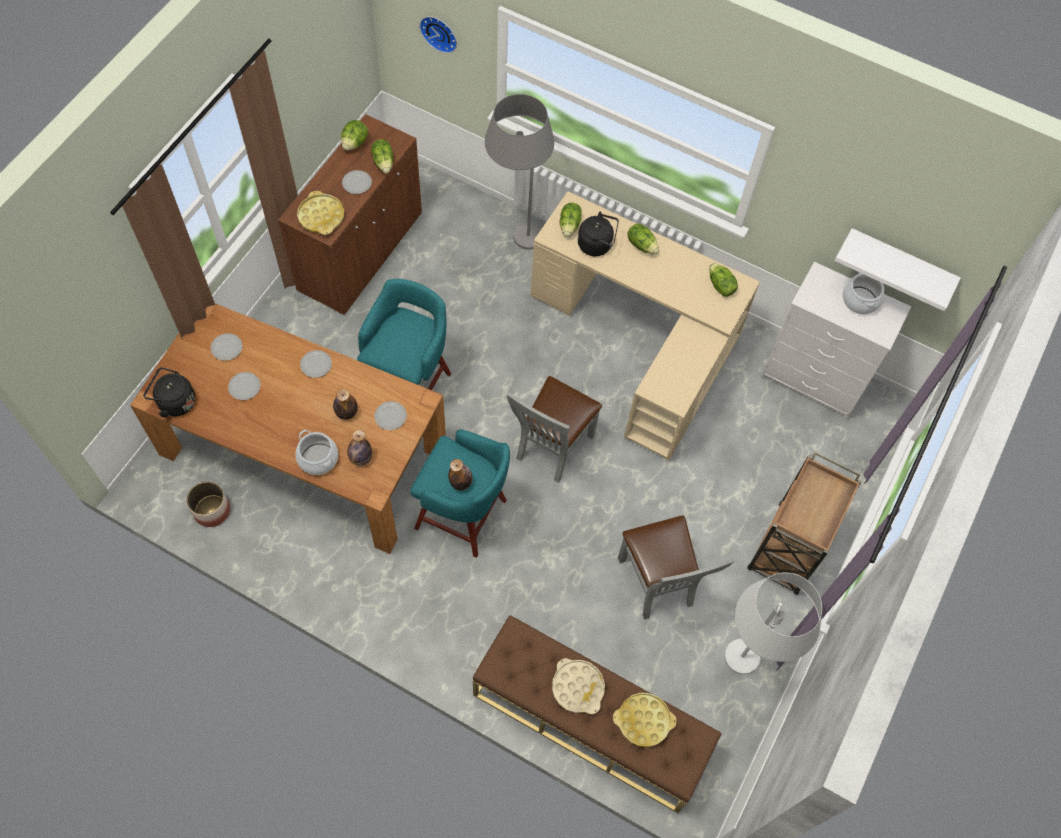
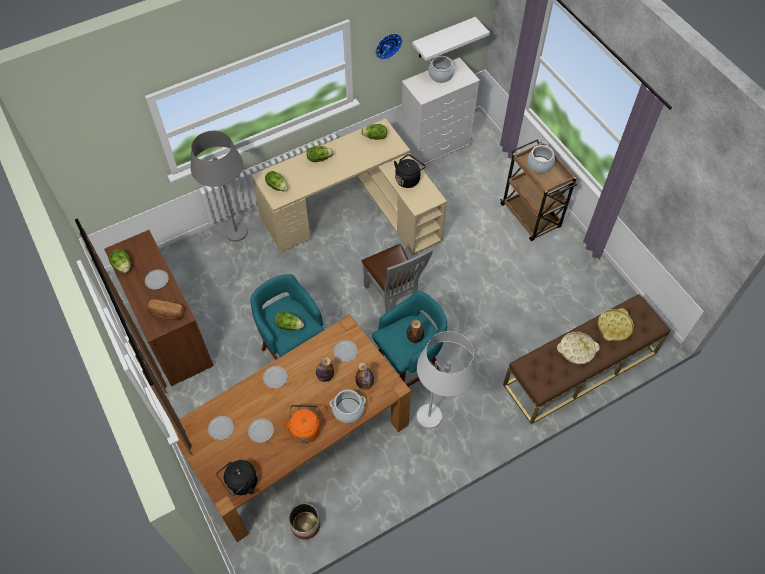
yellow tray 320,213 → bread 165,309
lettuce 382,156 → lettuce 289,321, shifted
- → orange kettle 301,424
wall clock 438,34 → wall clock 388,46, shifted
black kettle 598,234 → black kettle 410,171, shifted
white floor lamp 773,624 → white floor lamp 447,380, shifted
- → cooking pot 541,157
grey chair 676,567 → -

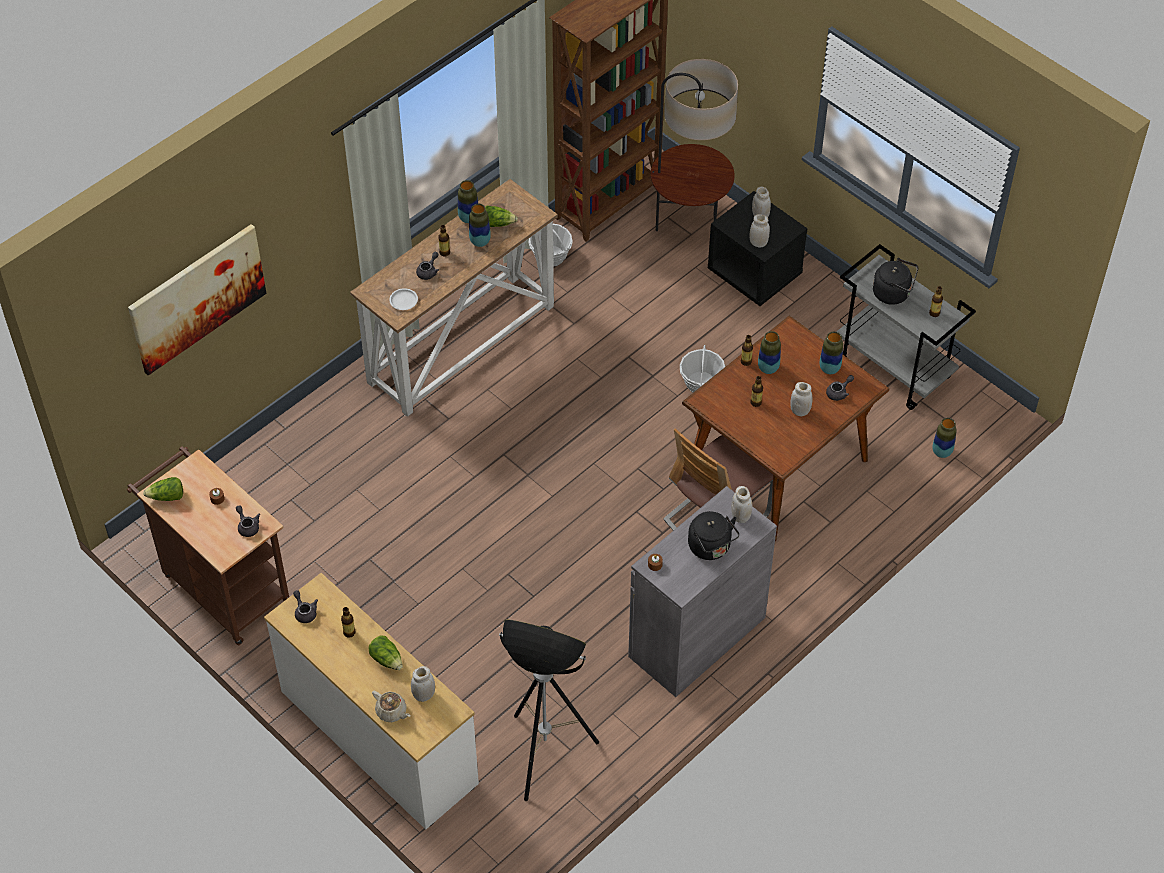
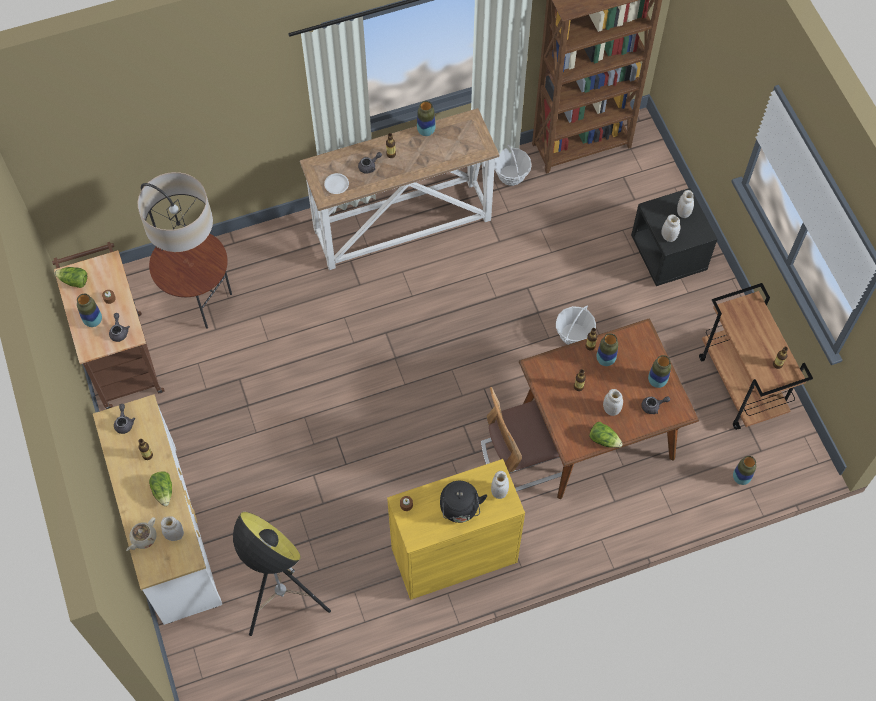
vase 480,225 → vase 89,310, shifted
beige teapot 391,706 → beige teapot 141,534, 60 degrees clockwise
floor lamp 694,145 → floor lamp 185,250, shifted
grey cabinet 702,591 → yellow cabinet 456,529
lettuce 501,216 → lettuce 606,435, shifted
grey cart 906,327 → brown cart 756,356
picture 197,299 → -
black kettle 895,281 → -

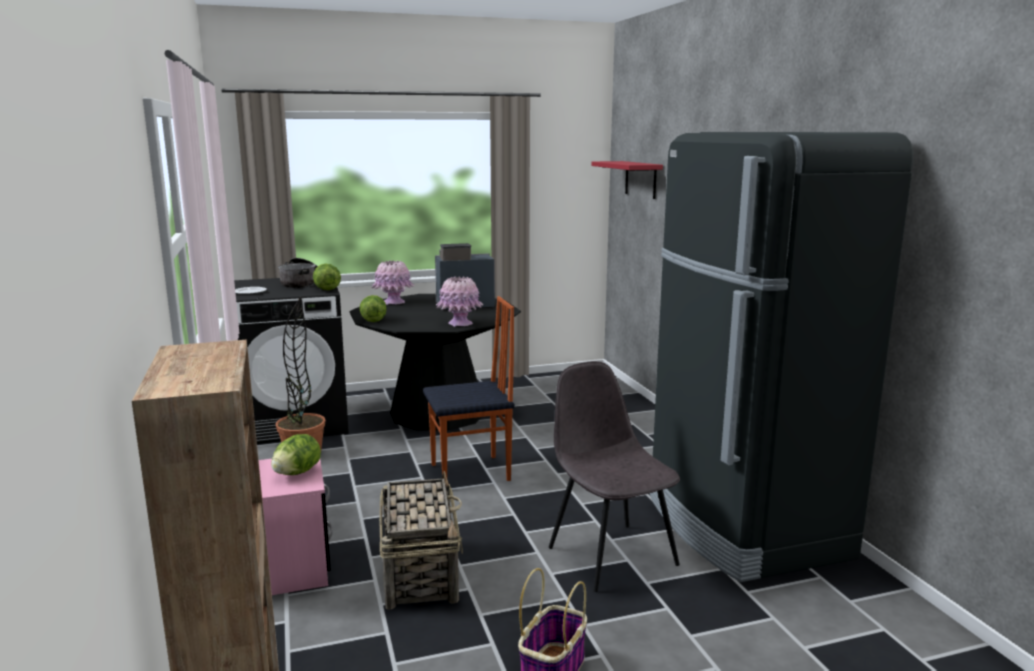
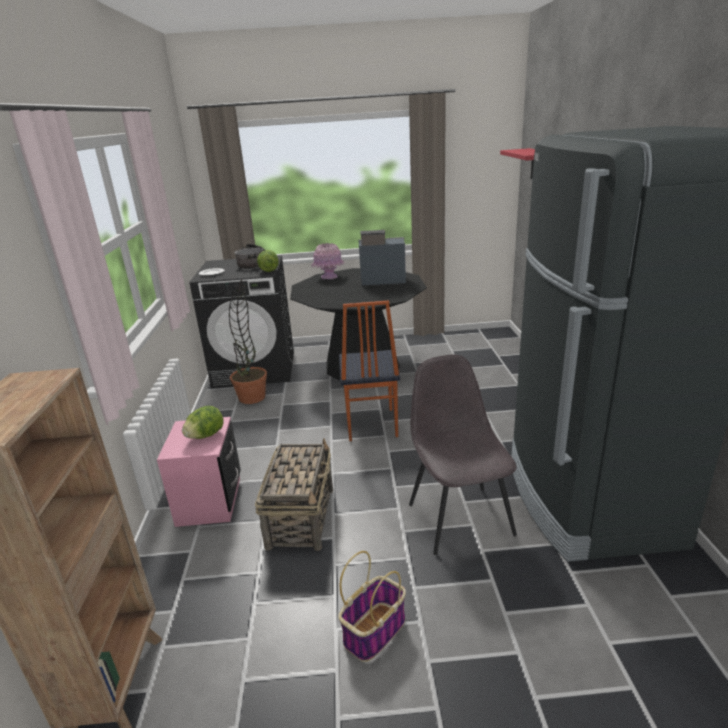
chair 468,388 → chair 369,370, 90 degrees clockwise
lettuce 373,308 → -
pink vase 459,301 → -

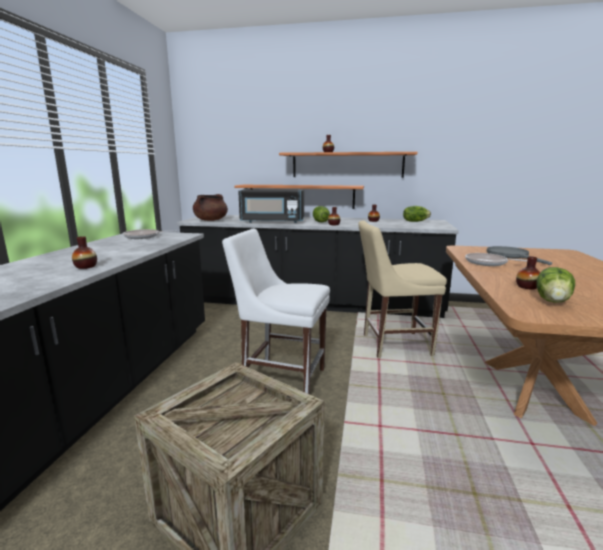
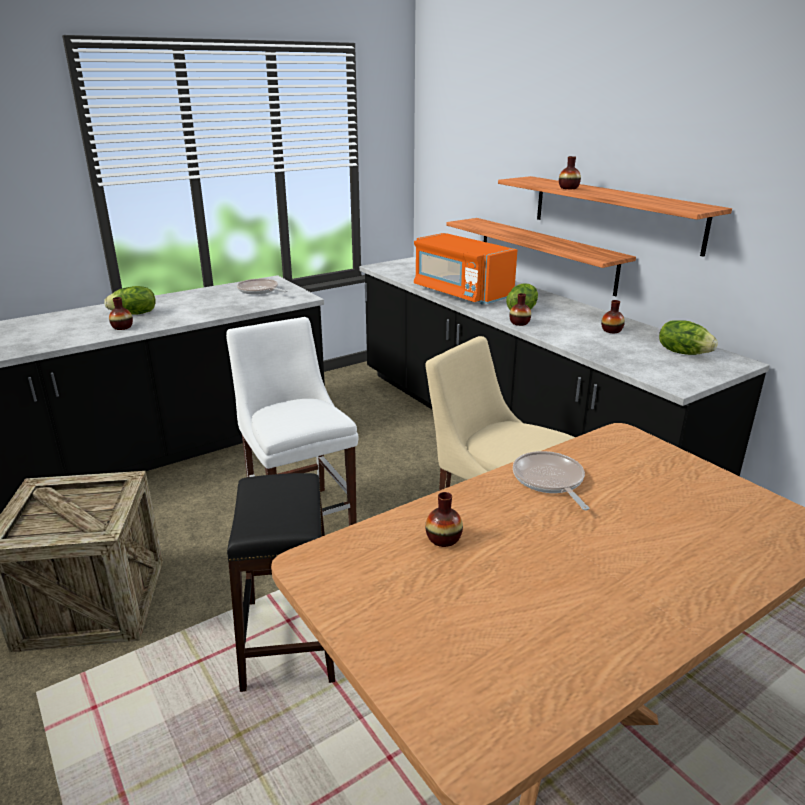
lettuce 555,285 → lettuce 129,300, shifted
- → black stool 281,582
black microwave 271,206 → orange microwave 465,268
brown cooking pot 210,207 → -
grey frying pan 519,255 → -

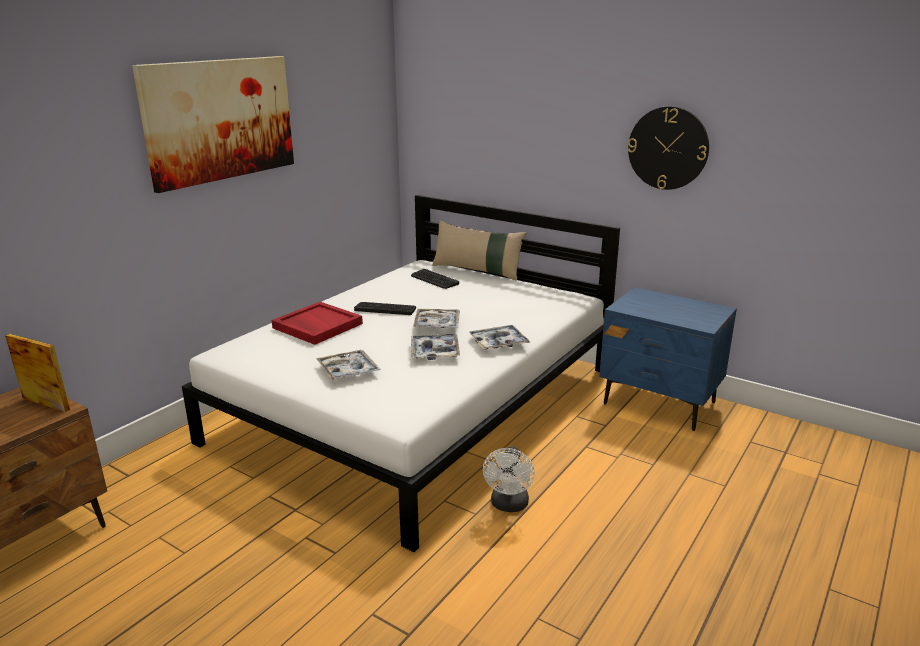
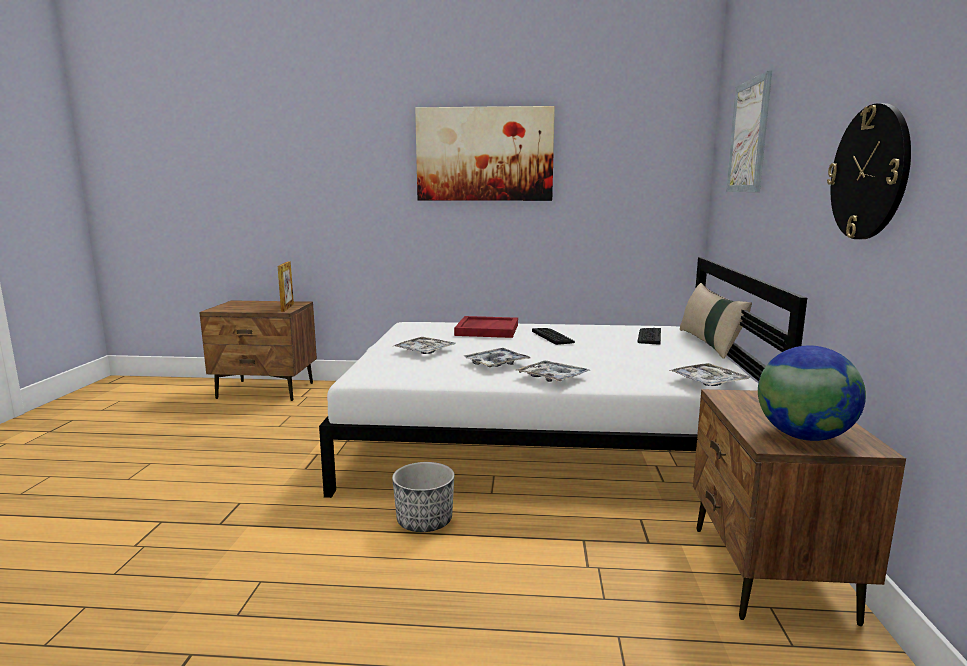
white fan 509,479 → planter 423,497
tray 436,318 → tray 709,374, shifted
blue nightstand 668,359 → brown nightstand 799,507
- → picture 749,131
- → globe 812,393

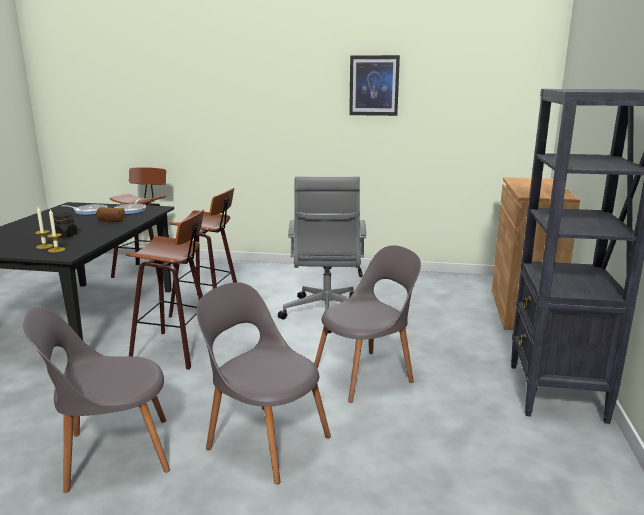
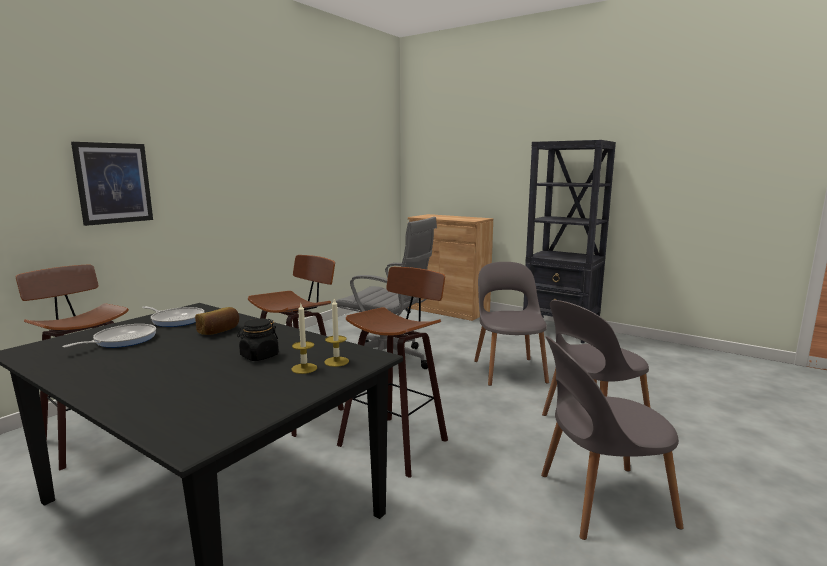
picture 374,85 → picture 112,184, shifted
grey chair 96,399 → grey chair 612,438, 75 degrees clockwise

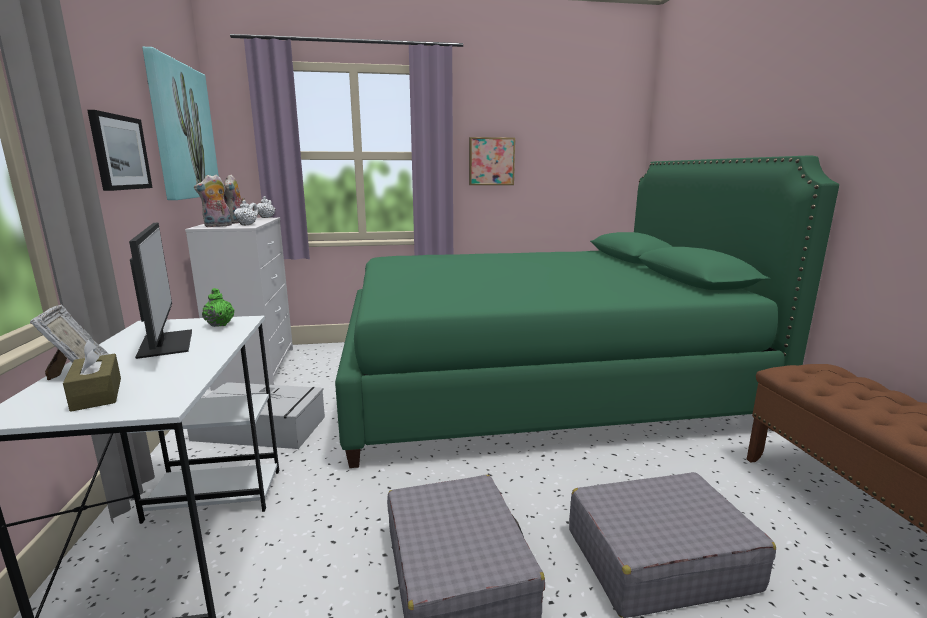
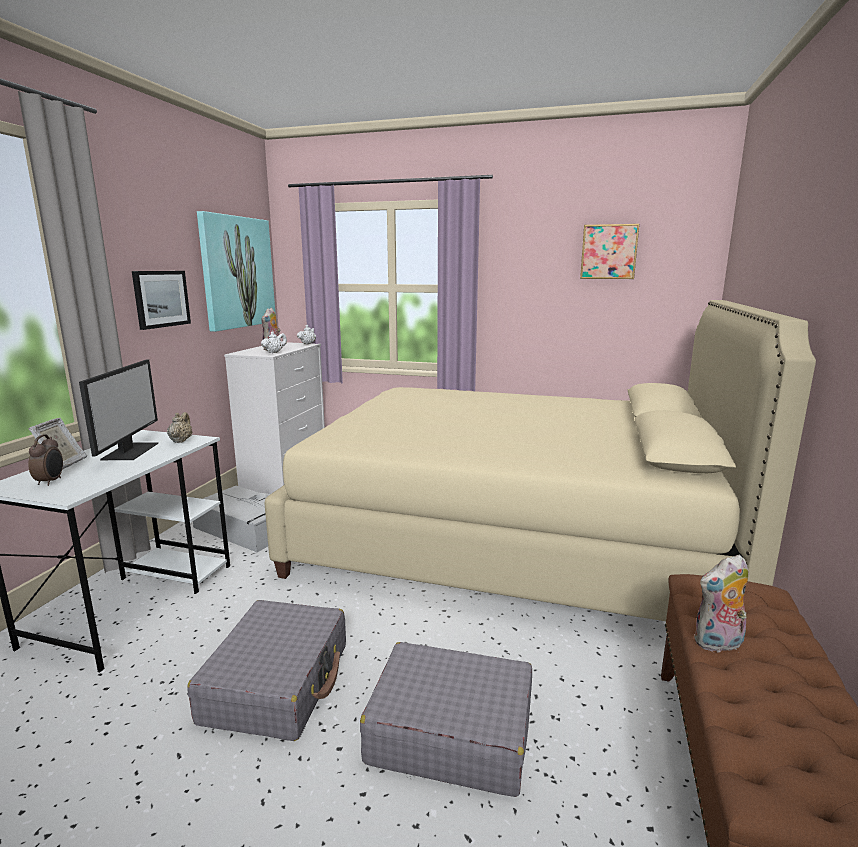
brown tissue box 92,375 → alarm clock 45,460
green teapot 218,307 → beige teapot 180,427
green bed 587,312 → beige bed 540,460
picture 492,161 → picture 609,251, shifted
plush toy 213,201 → plush toy 721,604, shifted

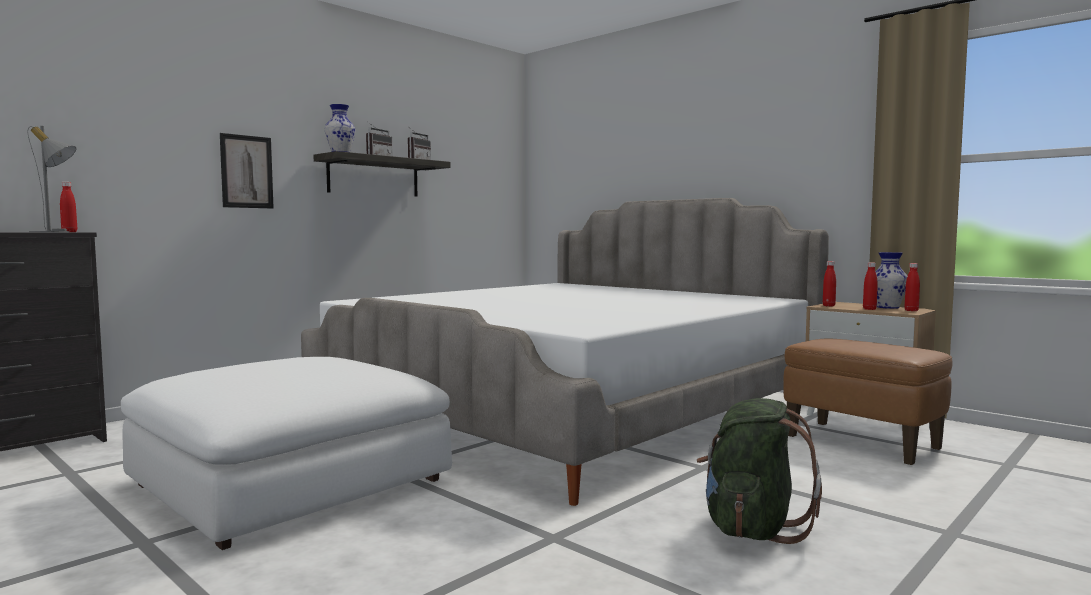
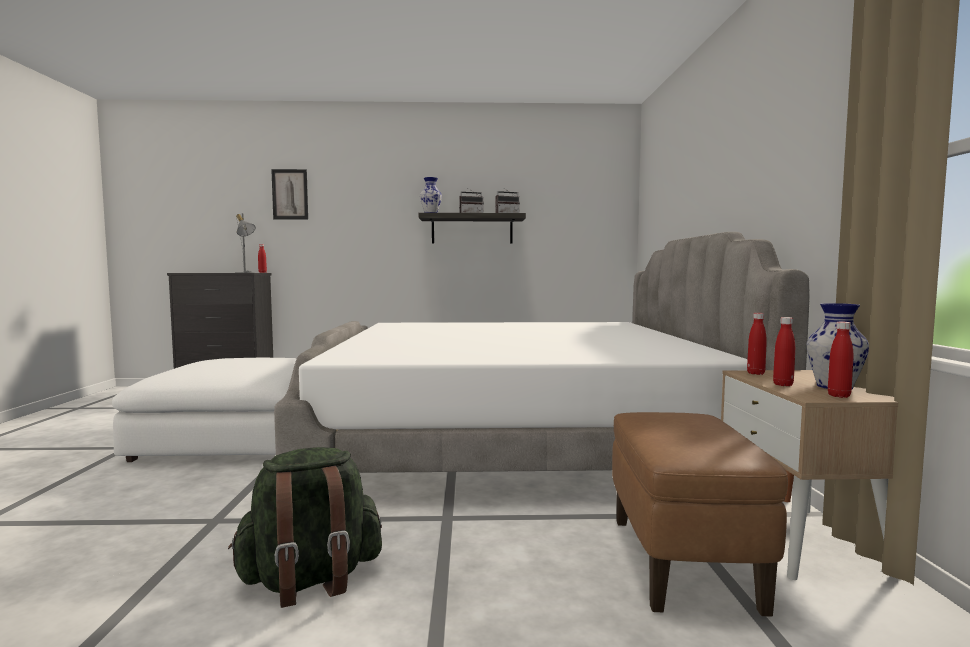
picture 247,171 → picture 289,194, shifted

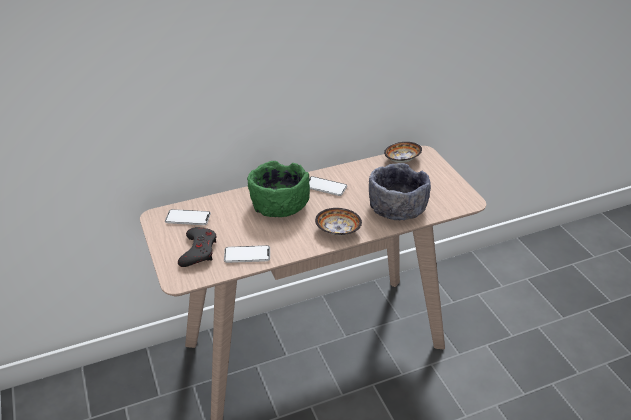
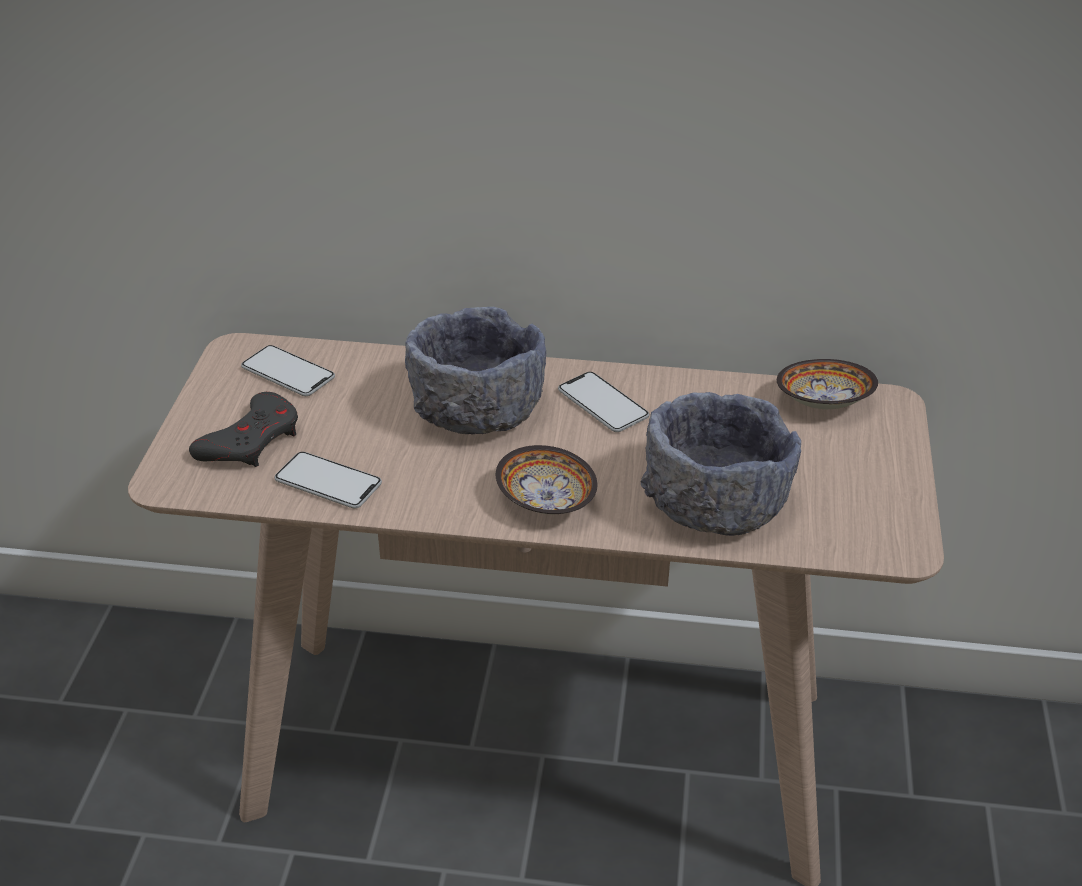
green bowl 278,189 → grey bowl 475,371

